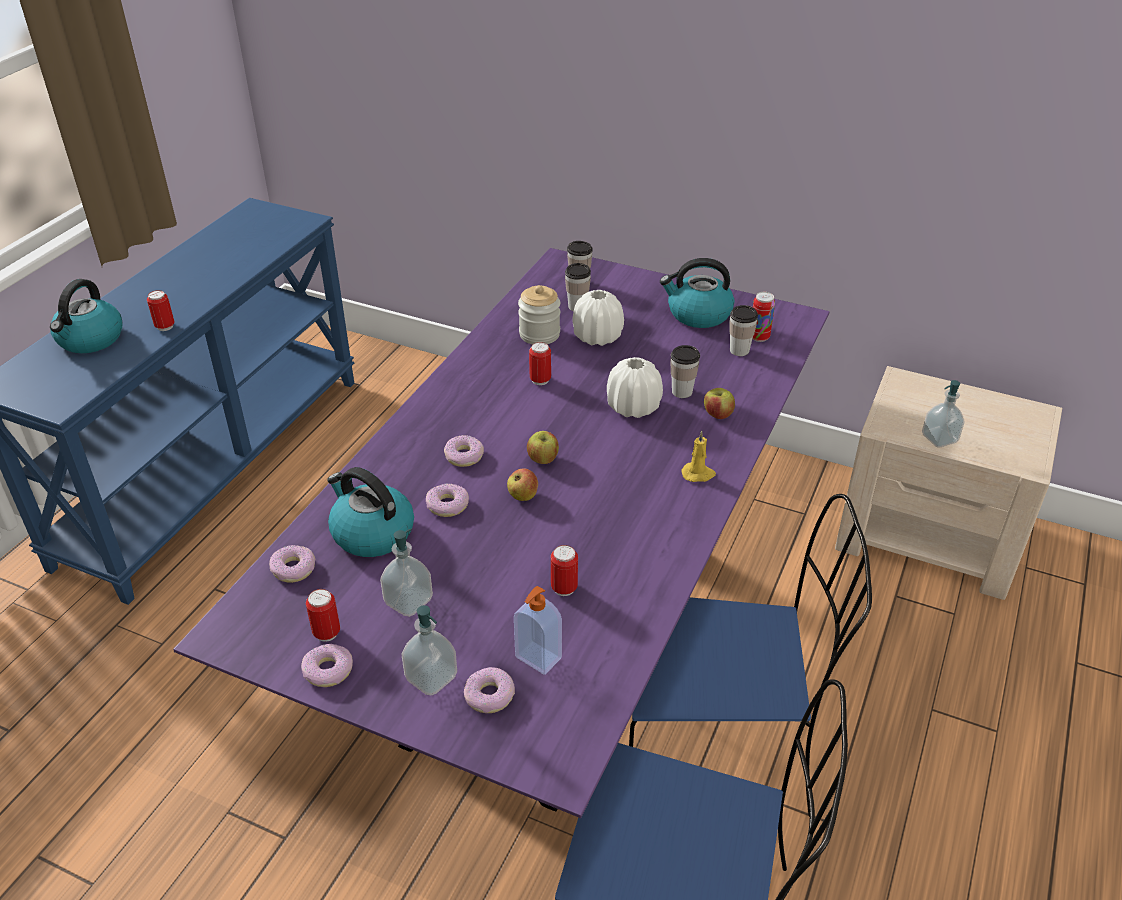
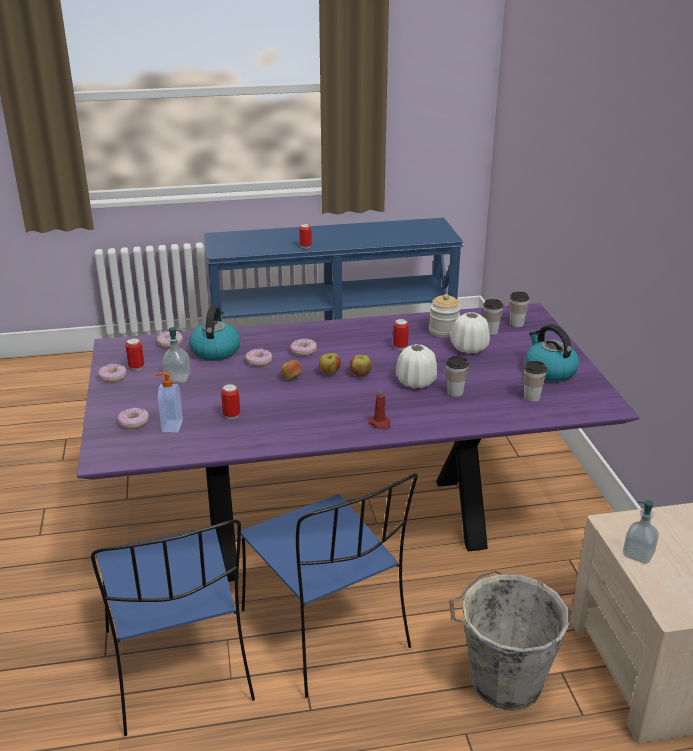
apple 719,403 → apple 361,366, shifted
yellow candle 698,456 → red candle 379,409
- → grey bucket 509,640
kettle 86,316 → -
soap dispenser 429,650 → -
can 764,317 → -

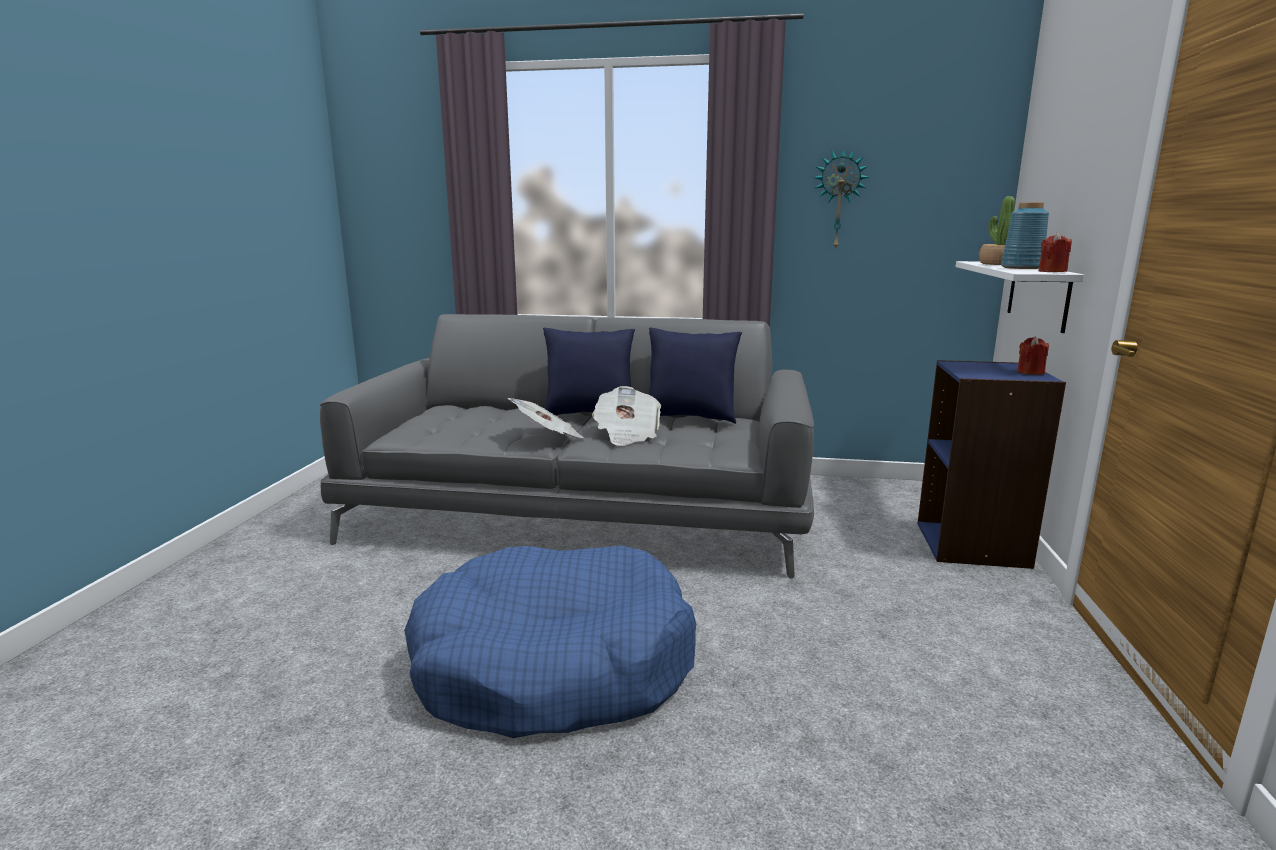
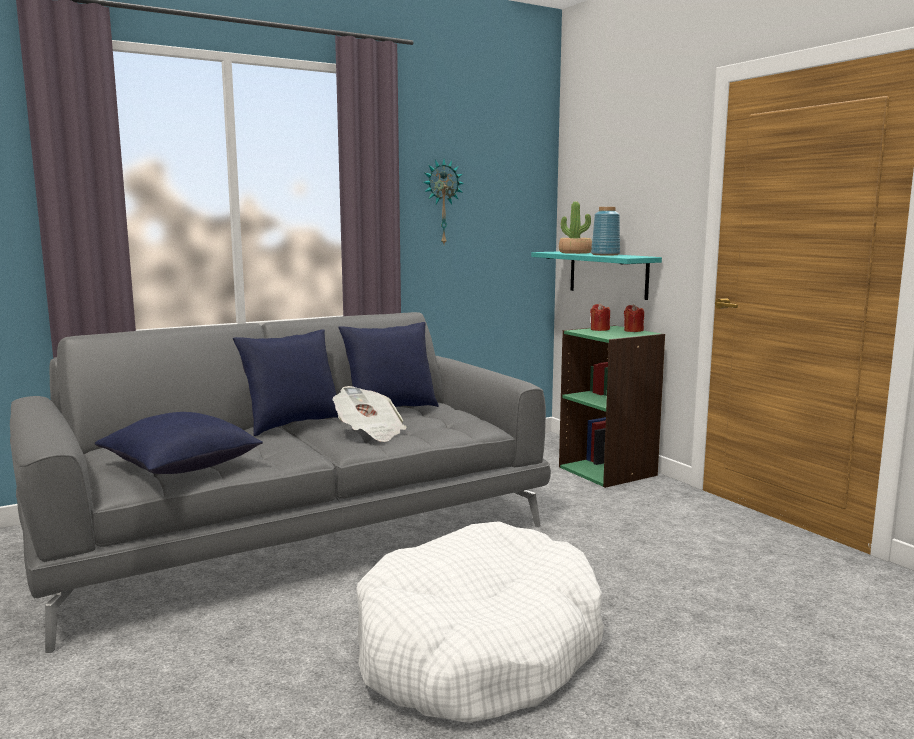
- → blue pillow 179,443
blue dog bed 550,642 → white dog bed 480,621
white shelf 1020,297 → turquoise shelf 596,275
blue bookcase 991,464 → green bookcase 612,406
red candle 1055,252 → red candle 600,317, shifted
newspaper 546,418 → -

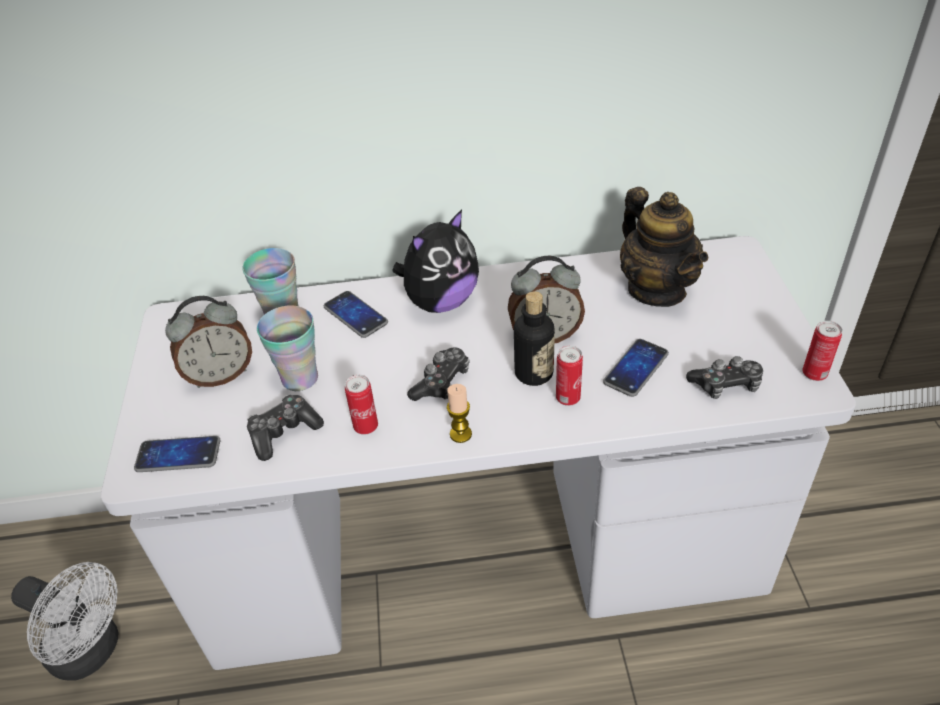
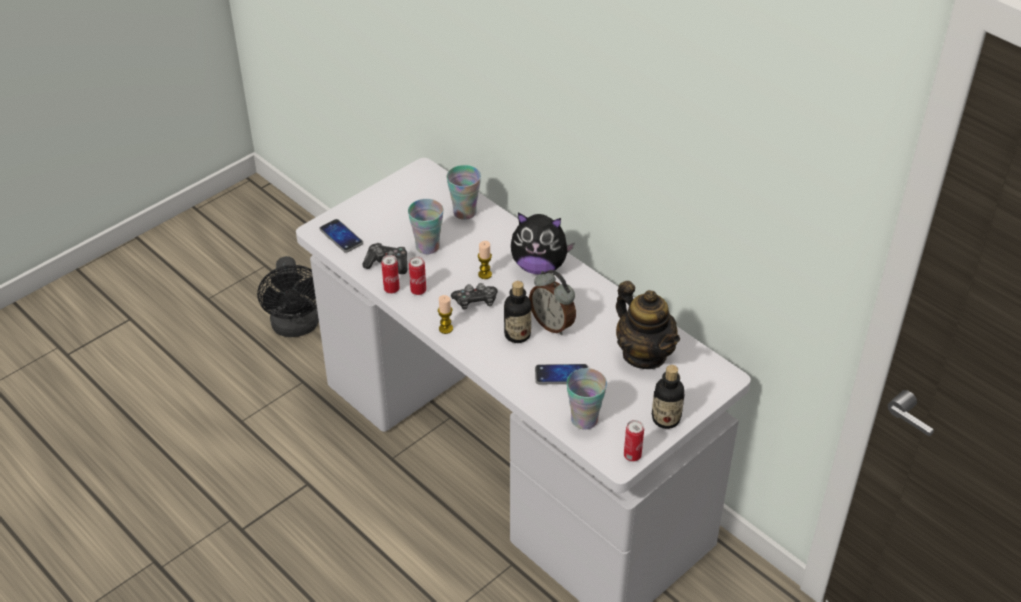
white fan 64,621 → black fan 288,296
can 569,376 → can 390,274, shifted
- → candle 485,260
game controller 724,377 → cup 587,399
teapot 664,247 → teapot 648,325, 60 degrees counterclockwise
- → bottle 668,397
alarm clock 208,342 → -
phone 356,314 → -

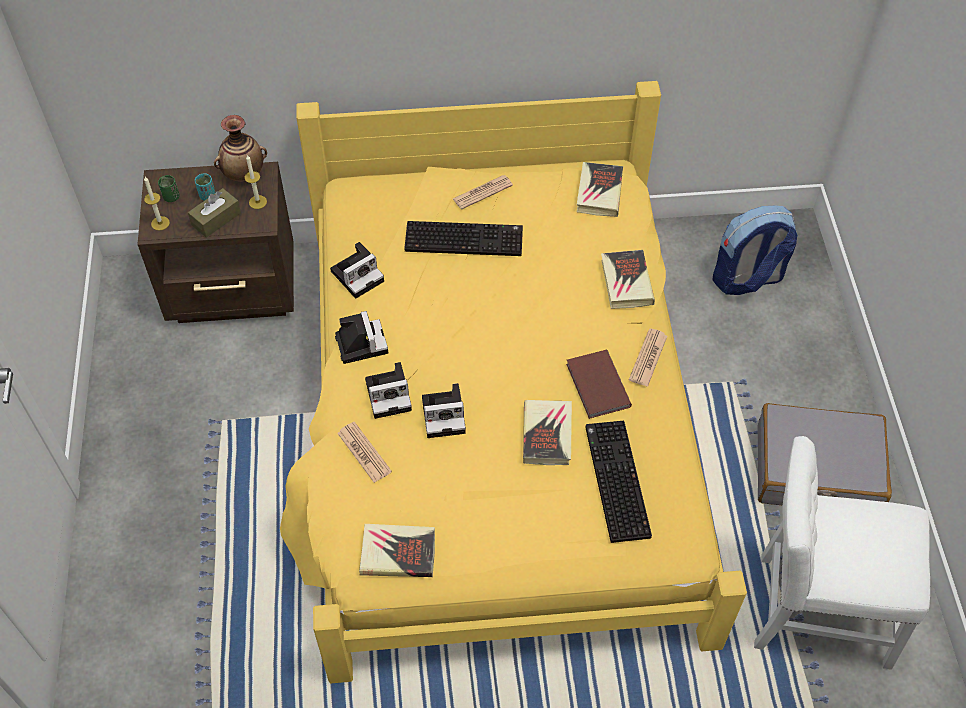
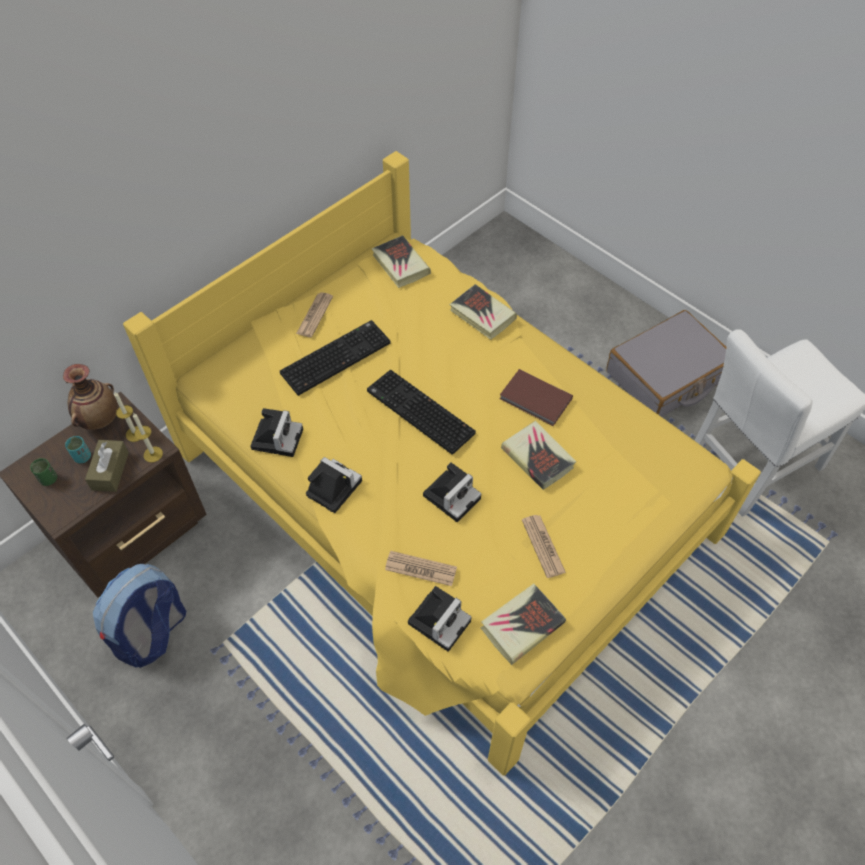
backpack 755,250 → backpack 139,616, shifted
candle 157,204 → candle 148,438, shifted
keyboard 618,482 → keyboard 421,412, shifted
photo camera 388,390 → photo camera 440,619, shifted
newspaper 648,357 → newspaper 544,546, shifted

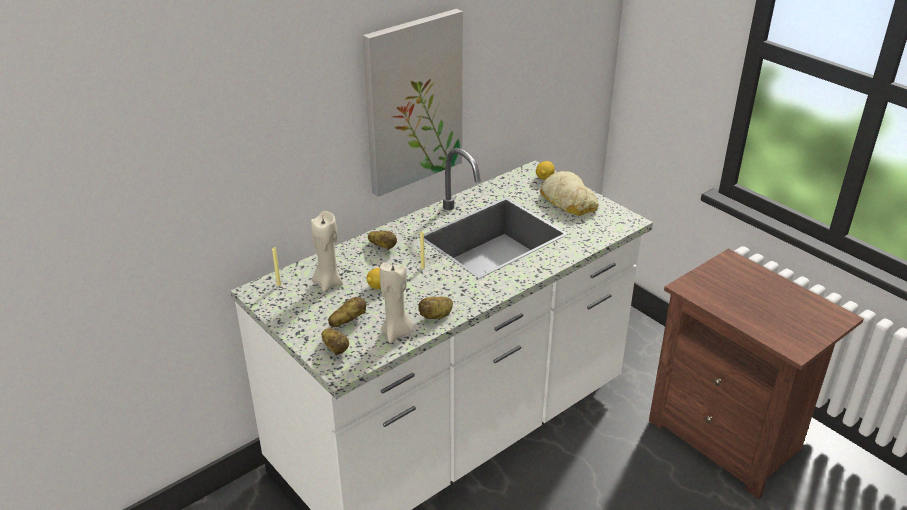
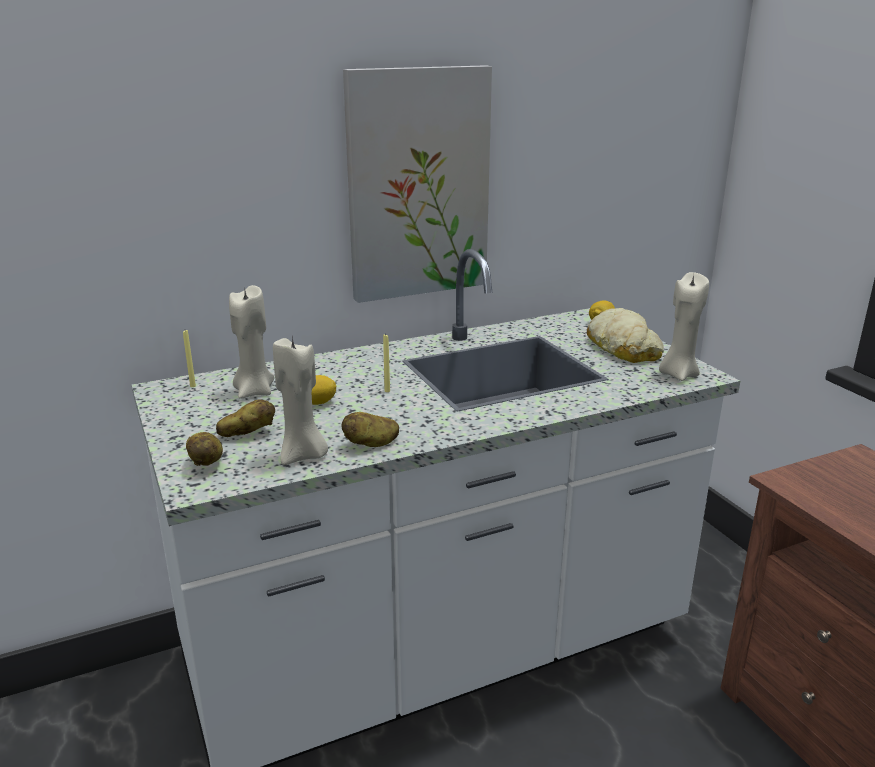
- → beige candle 684,326
potato 382,240 → -

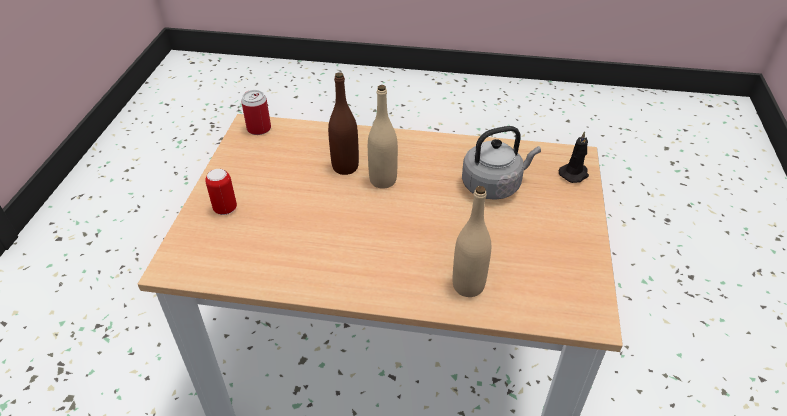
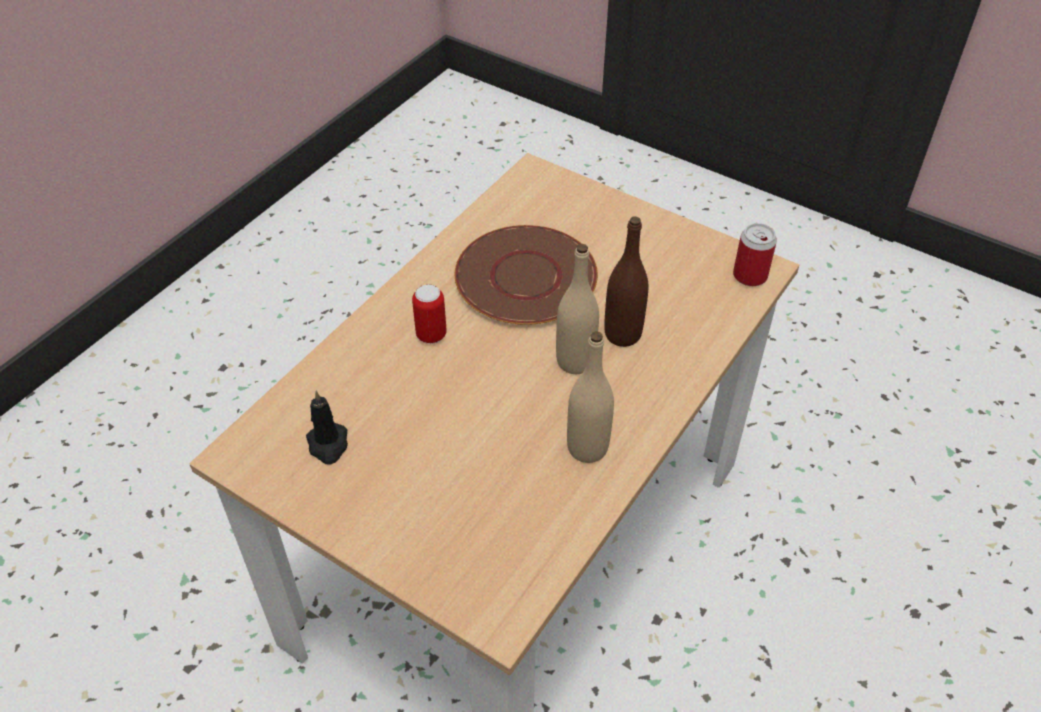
black candle 573,157 → black candle 327,428, shifted
can 221,192 → can 429,314, shifted
- → brown plate 526,275
beige bottle 472,241 → beige bottle 590,397, shifted
grey kettle 501,163 → -

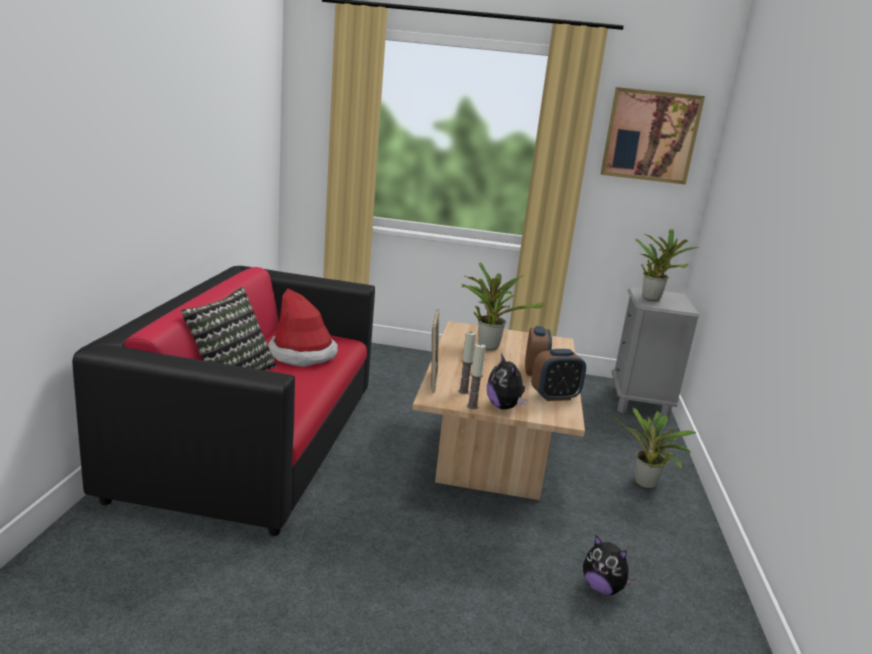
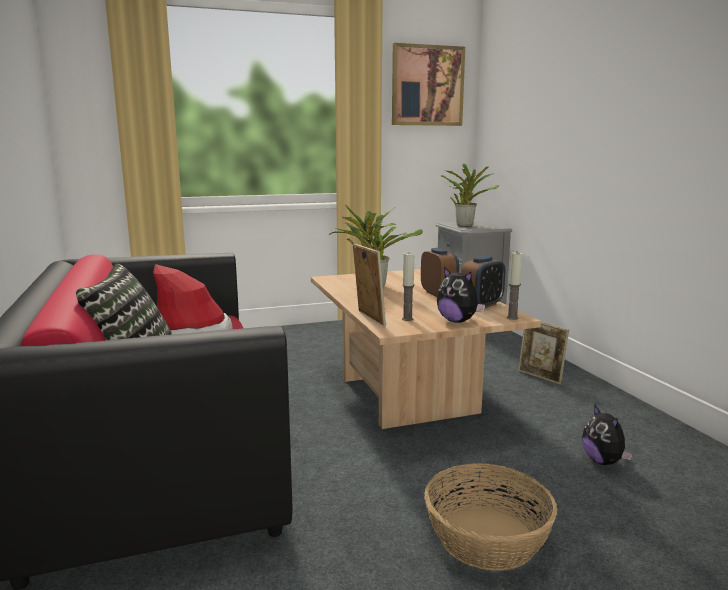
- → basket 491,517
candle 476,376 → candle 514,285, shifted
potted plant 654,448 → picture frame 543,353
plush toy 609,565 → plush toy 607,434, 60 degrees clockwise

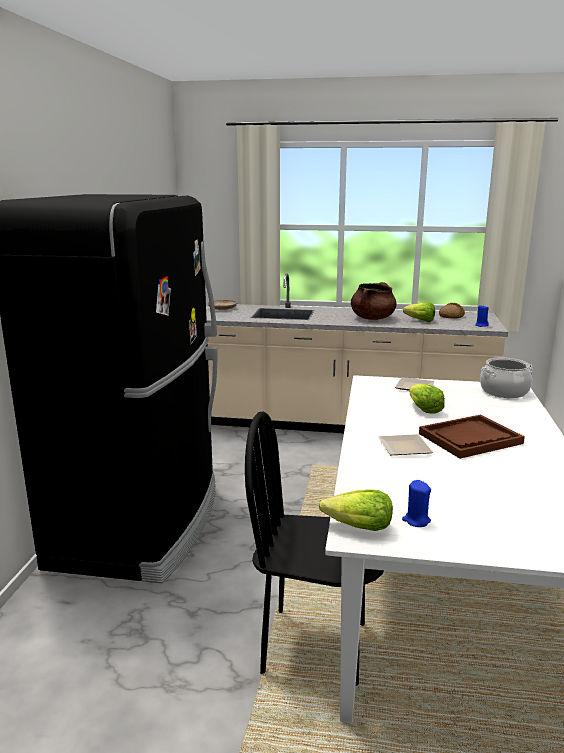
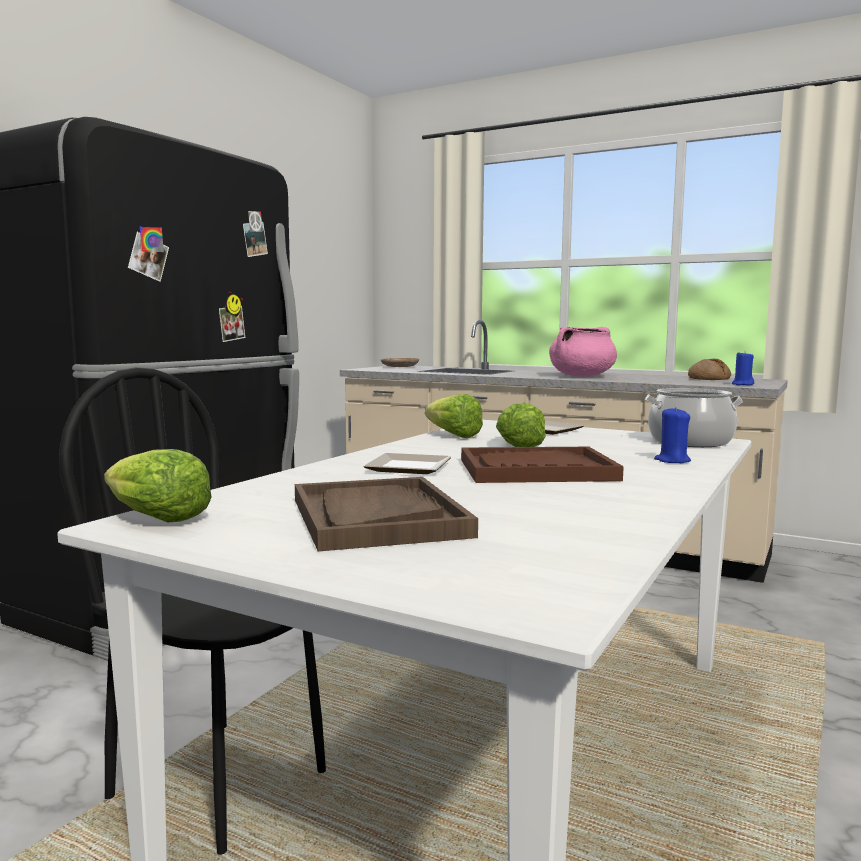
- → brown tray 386,514
lettuce 419,312 → lettuce 454,416, shifted
brown cooking pot 374,301 → pink cooking pot 583,352
blue candle 416,503 → blue candle 672,435, shifted

